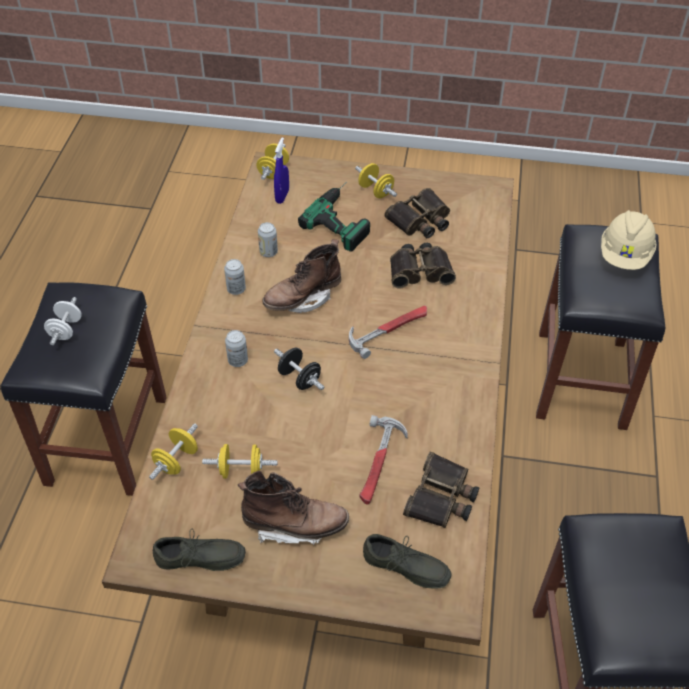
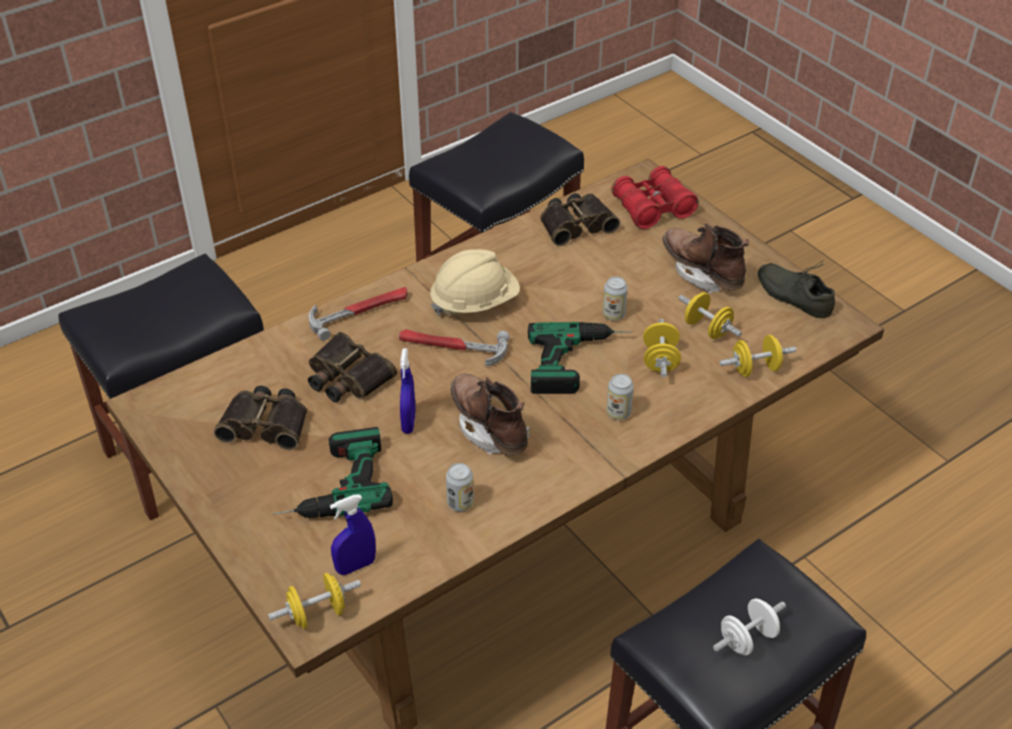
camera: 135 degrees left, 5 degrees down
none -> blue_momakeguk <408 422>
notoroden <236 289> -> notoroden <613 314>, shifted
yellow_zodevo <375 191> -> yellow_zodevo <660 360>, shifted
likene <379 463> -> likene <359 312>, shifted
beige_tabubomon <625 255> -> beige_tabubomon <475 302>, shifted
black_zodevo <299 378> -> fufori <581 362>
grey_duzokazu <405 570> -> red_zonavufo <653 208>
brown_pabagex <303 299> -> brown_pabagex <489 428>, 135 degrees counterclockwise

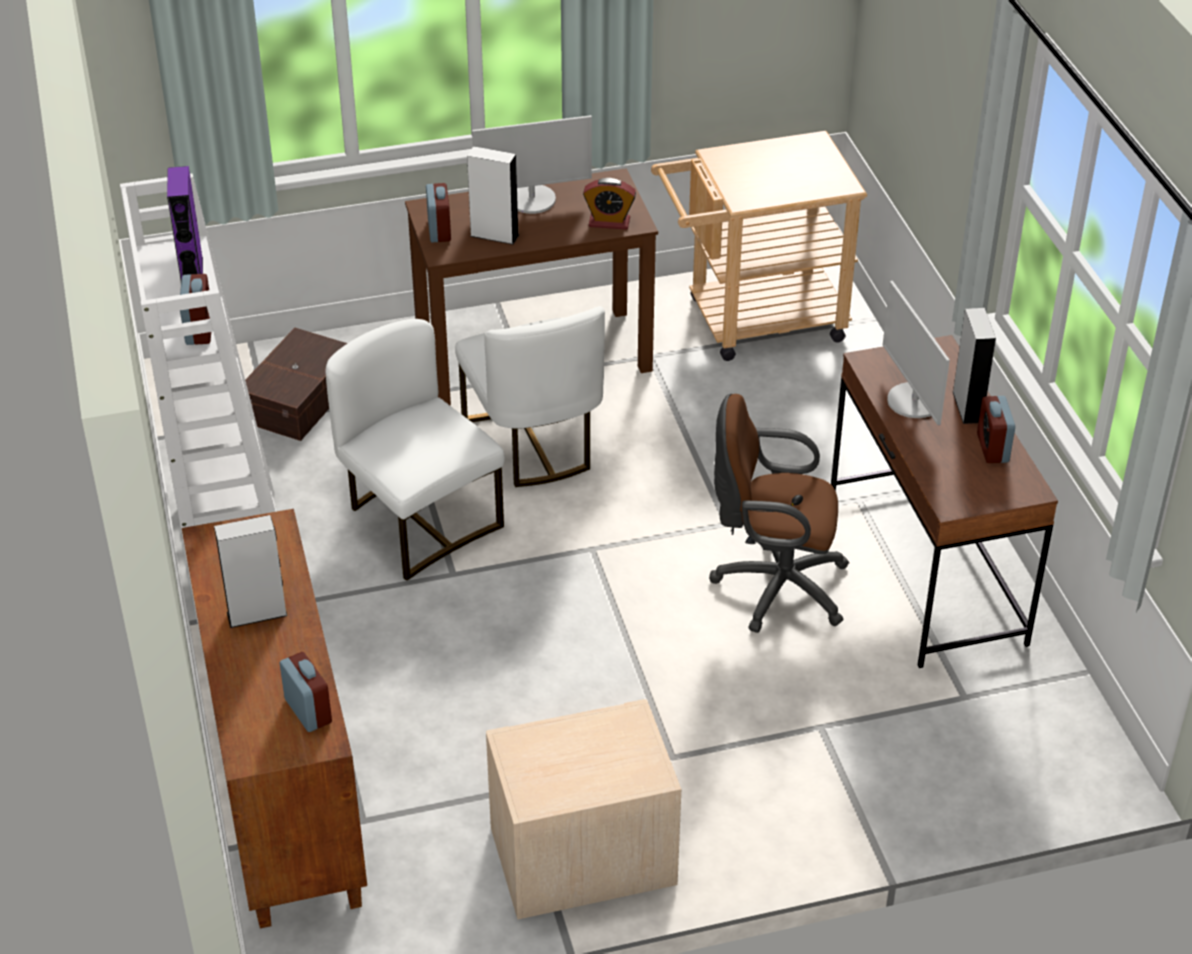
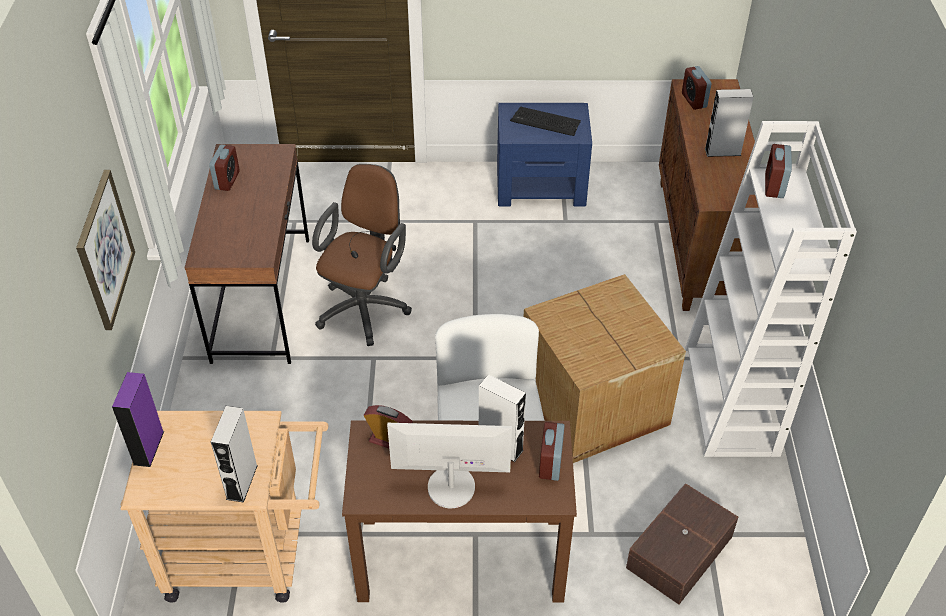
camera: 165 degrees left, 5 degrees up
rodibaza <914 401> -> none
none -> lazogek <104 250>
none -> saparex <545 122>
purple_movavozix <192 273> -> purple_movavozix <148 447>, shifted
grey_movavozix <967 406> -> grey_movavozix <242 482>, shifted
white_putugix <419 521> -> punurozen <593 405>
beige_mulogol <581 855> -> blue_mulogol <541 185>
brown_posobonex <774 587> -> brown_posobonex <366 306>, 90 degrees counterclockwise

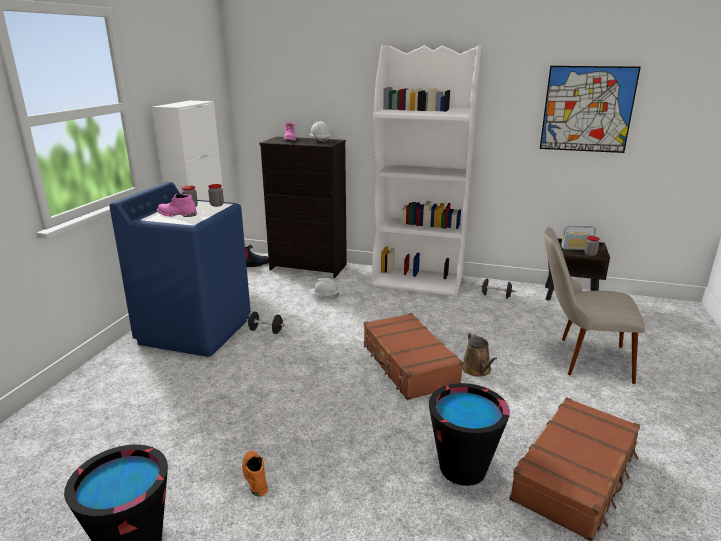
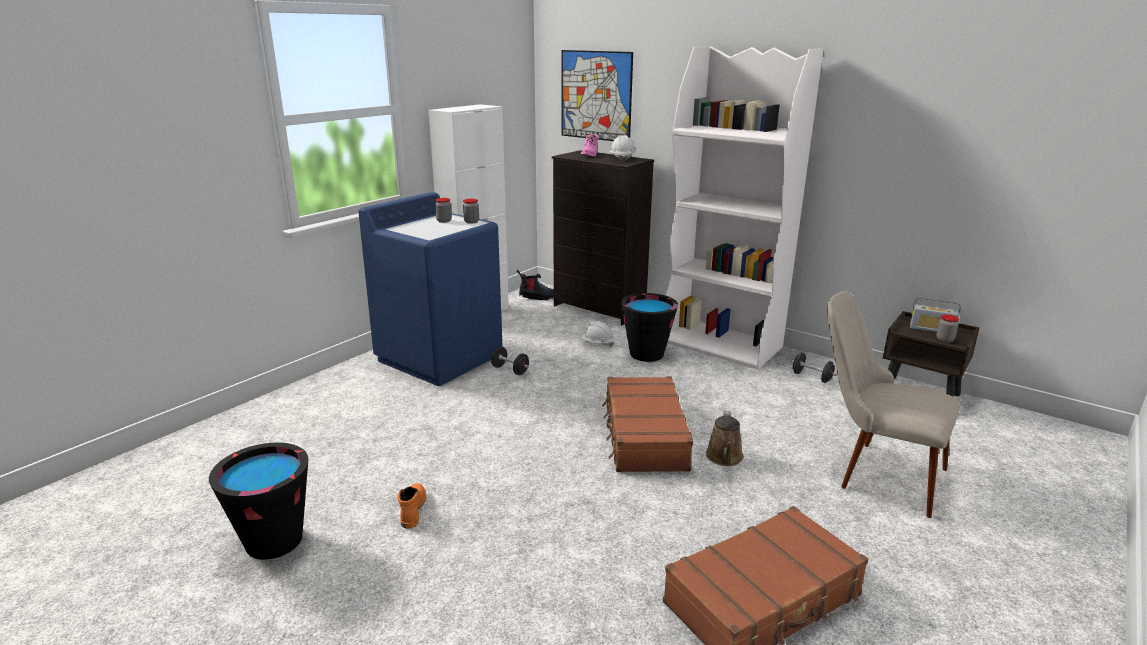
camera: 20 degrees right, 0 degrees up
pink_pabagex <176 214> -> none
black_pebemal <462 468> -> black_pebemal <646 354>, shifted
lazogek <587 109> -> lazogek <595 95>, shifted

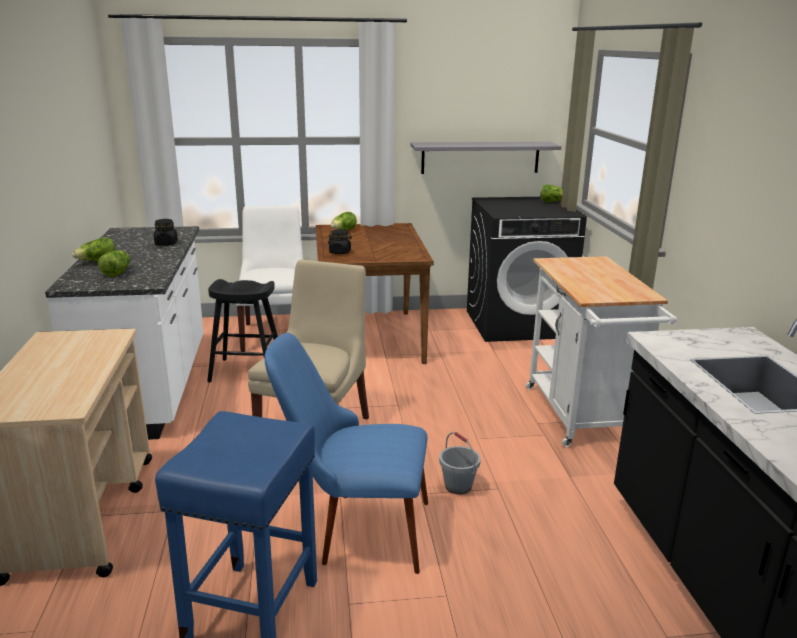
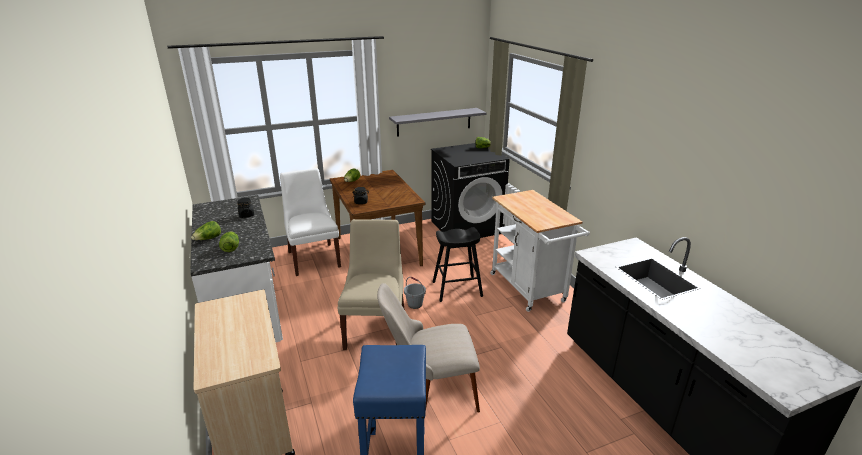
camera: 15 degrees left, 5 degrees up
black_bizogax <247 371> -> black_bizogax <457 289>, shifted
grey_pebemal <458 486> -> grey_pebemal <415 304>, shifted
blue_putugix <355 529> -> beige_putugix <430 391>

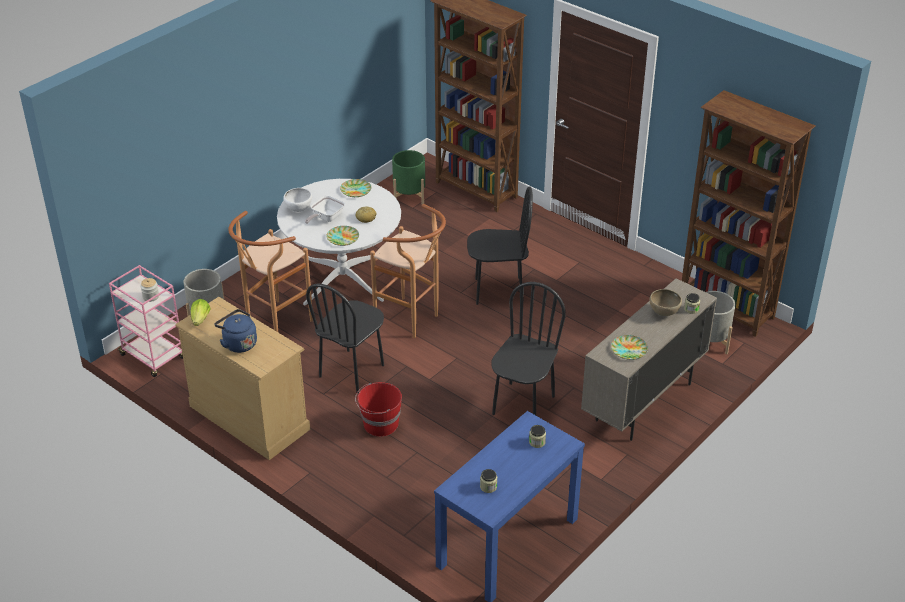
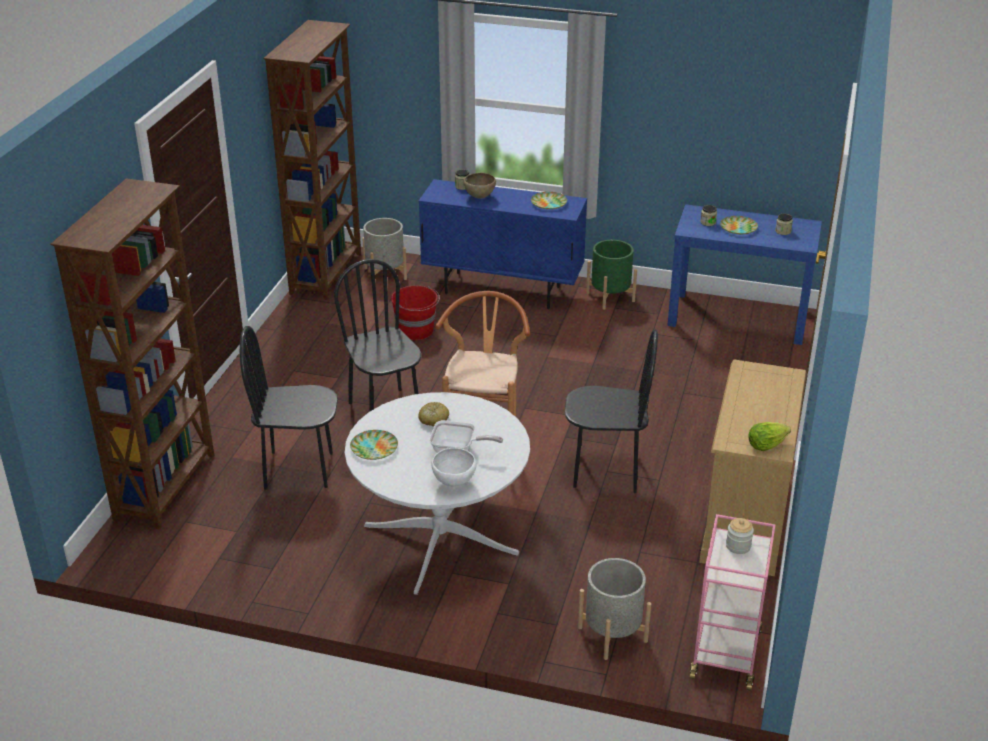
camera: 115 degrees left, 5 degrees down
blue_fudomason <238 343> -> none
brown_bizogax <274 325> -> none
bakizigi <342 238> -> bakizigi <739 228>, shifted
red_pebemal <380 425> -> red_pebemal <416 330>, shifted
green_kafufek <409 196> -> green_kafufek <610 297>, shifted
black_putugix <523 405> -> black_putugix <299 470>, shifted
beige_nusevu <643 402> -> blue_nusevu <502 291>

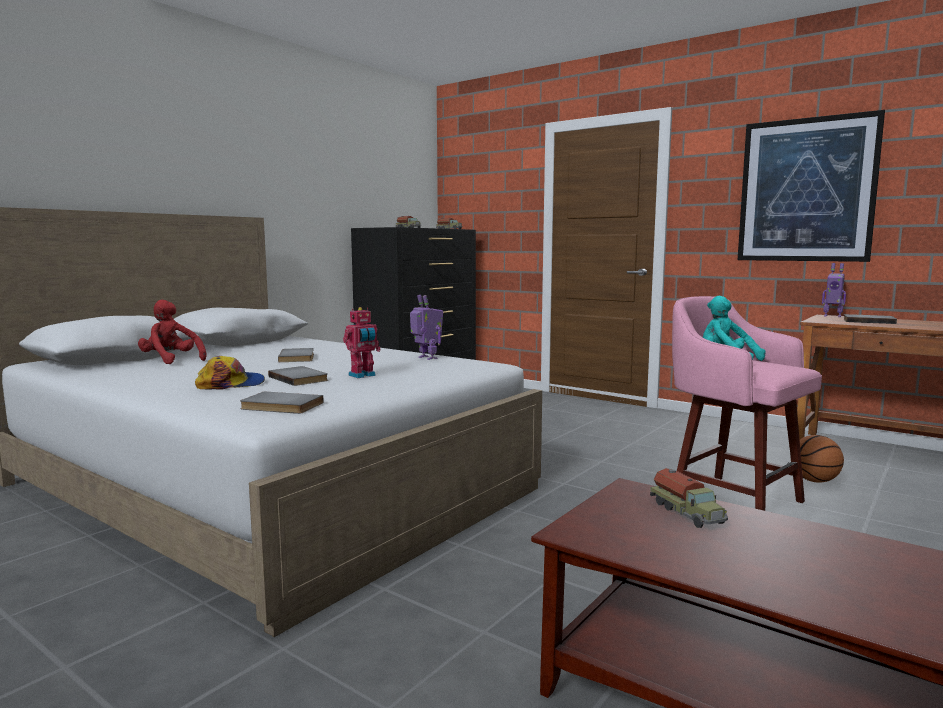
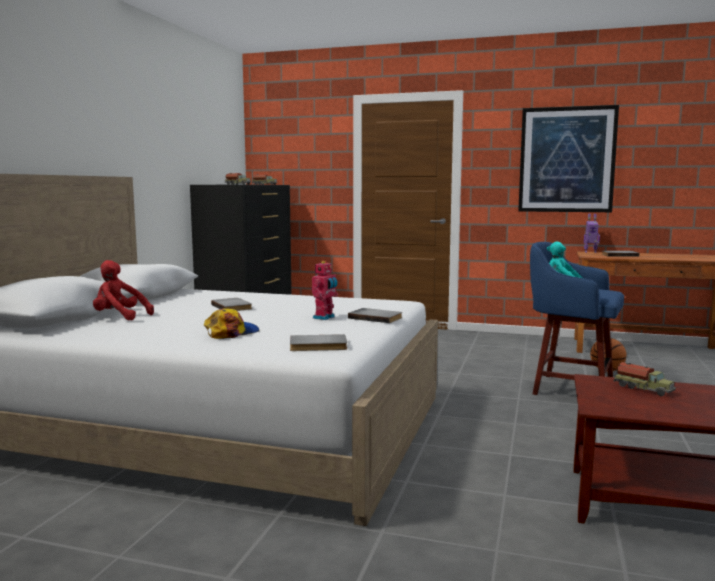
camera: 20 degrees left, 0 degrees up
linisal <426 358> -> none
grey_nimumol <300 378> -> grey_nimumol <376 317>, shifted
pink_bizogax <732 499> -> blue_bizogax <570 389>

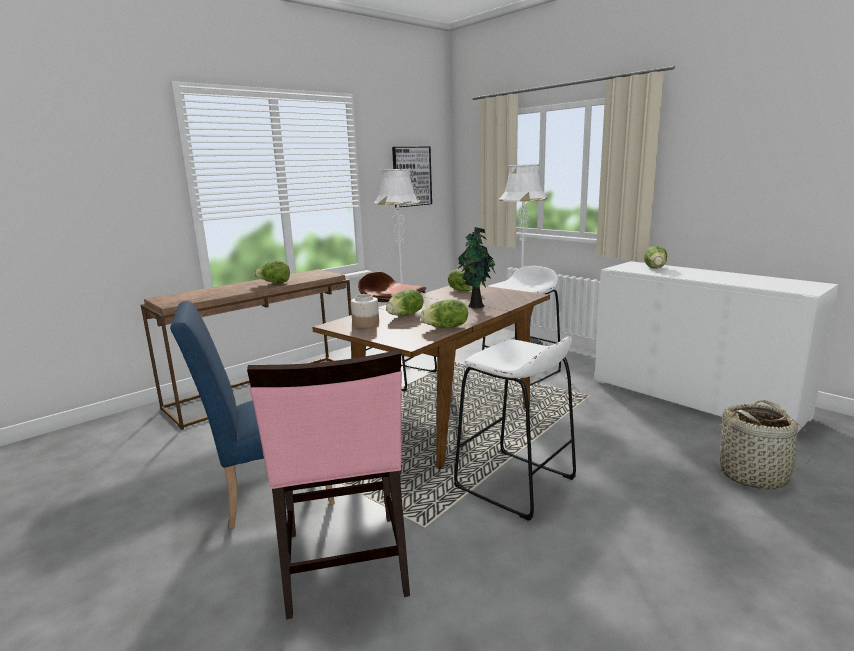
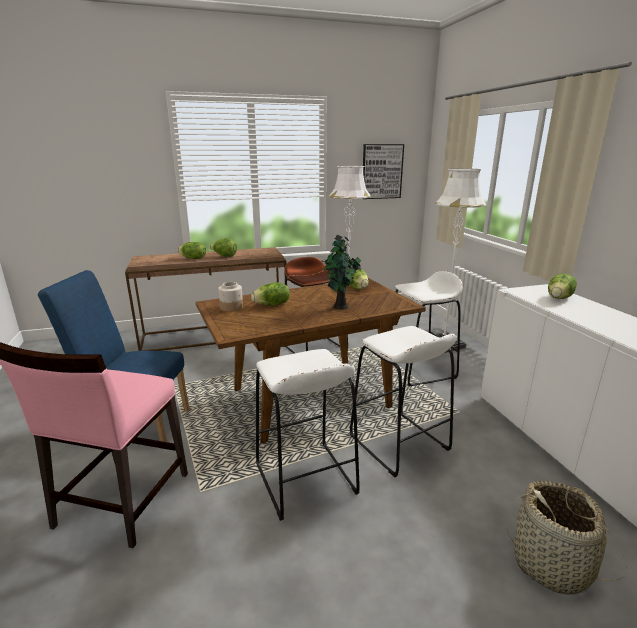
camera: 25 degrees right, 5 degrees up
none -> white_bizogax <398 443>
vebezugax <446 327> -> vebezugax <193 258>, shifted

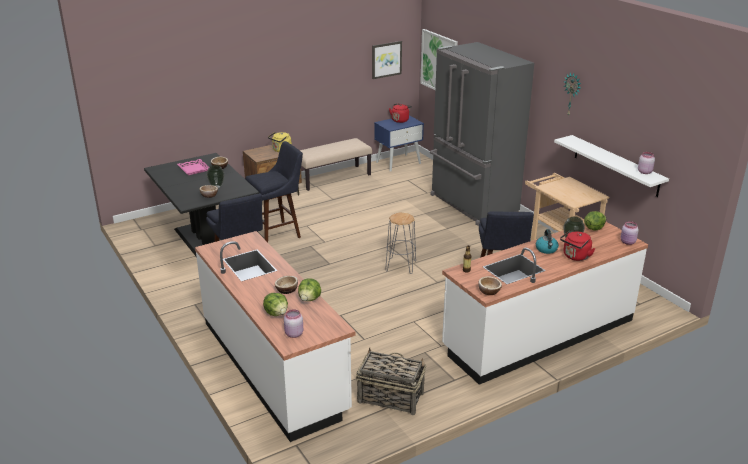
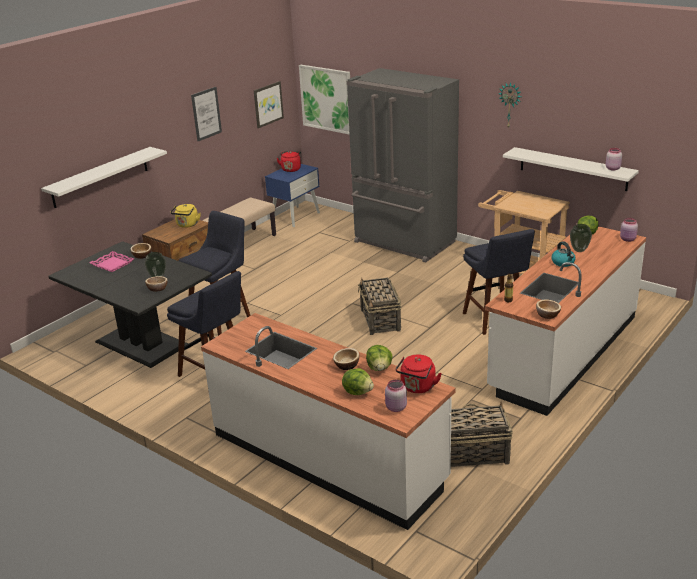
camera: 20 degrees left, 0 degrees up
none -> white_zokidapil <100 177>
none -> lazogek <206 114>
red_fudomason <575 257> -> red_fudomason <417 387>, shifted
grey_bizogax <400 266> -> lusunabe <380 320>

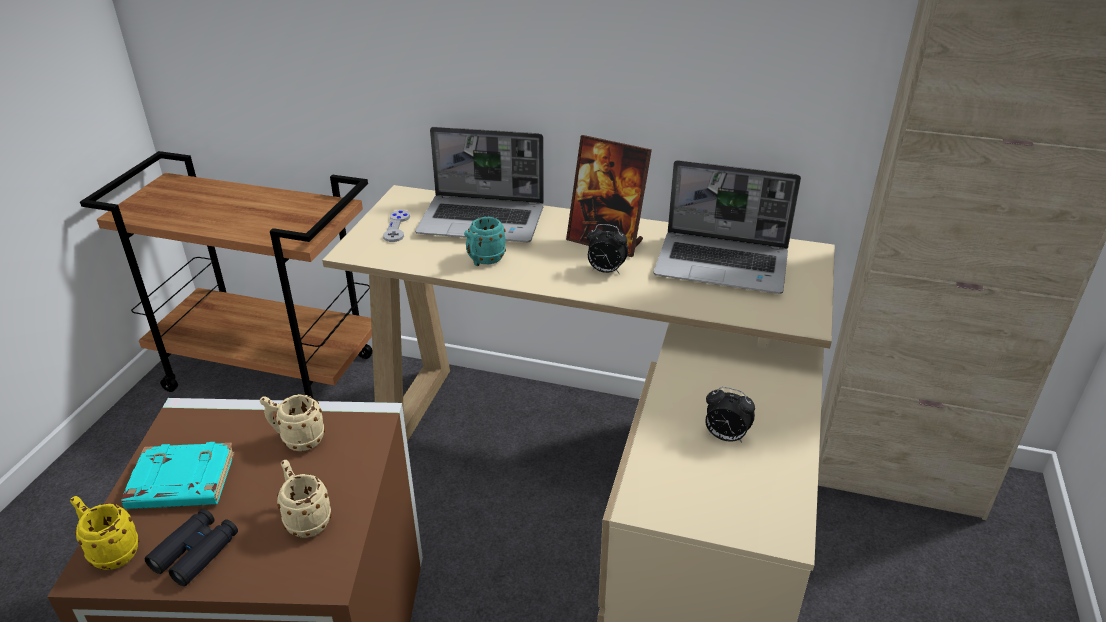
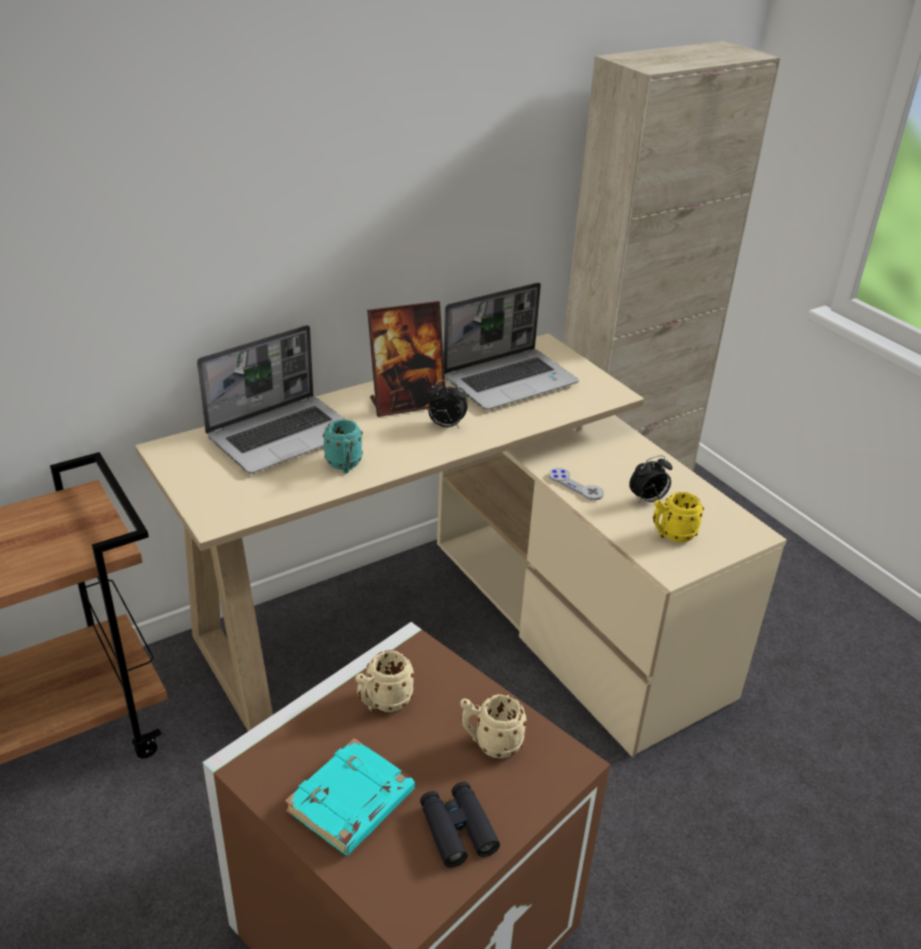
camera: 50 degrees left, 0 degrees up
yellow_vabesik <110 551> -> yellow_vabesik <671 535>, shifted
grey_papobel <397 227> -> grey_papobel <575 485>, shifted
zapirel <605 271> -> zapirel <445 425>, 45 degrees clockwise

